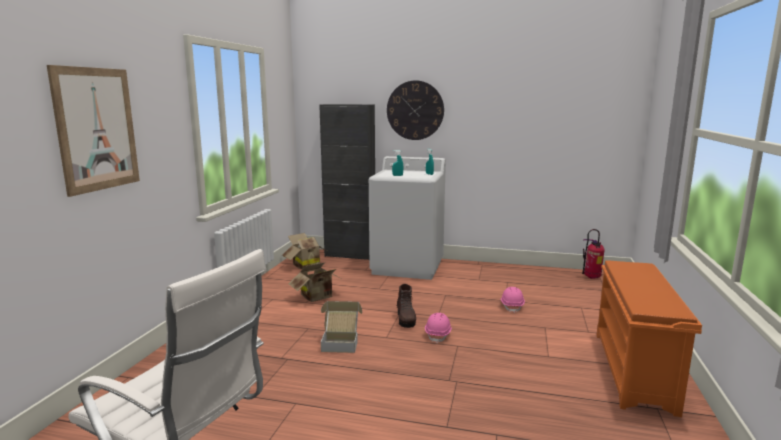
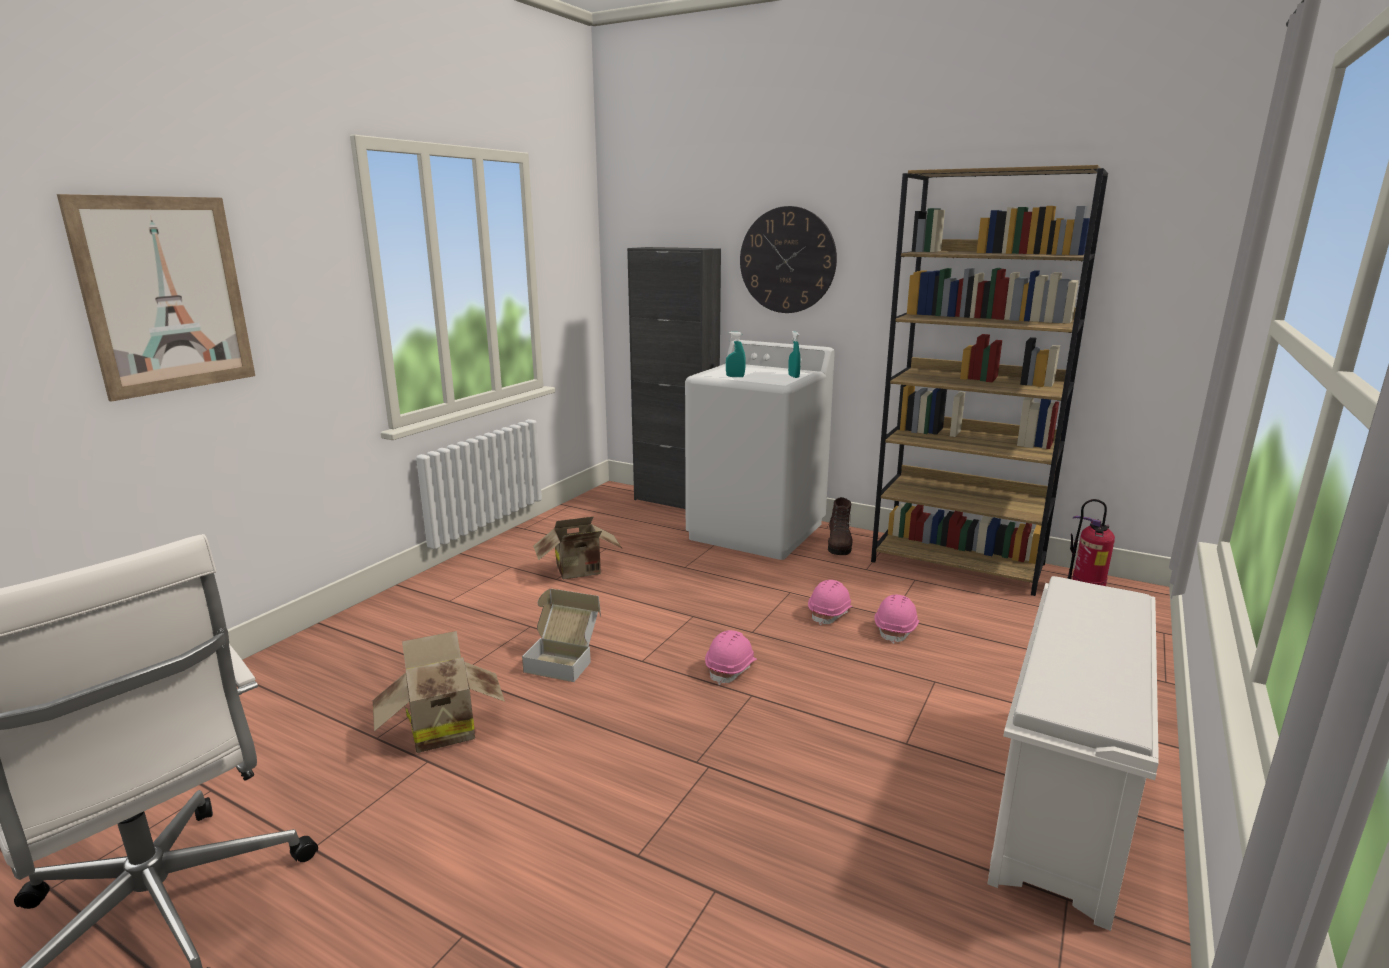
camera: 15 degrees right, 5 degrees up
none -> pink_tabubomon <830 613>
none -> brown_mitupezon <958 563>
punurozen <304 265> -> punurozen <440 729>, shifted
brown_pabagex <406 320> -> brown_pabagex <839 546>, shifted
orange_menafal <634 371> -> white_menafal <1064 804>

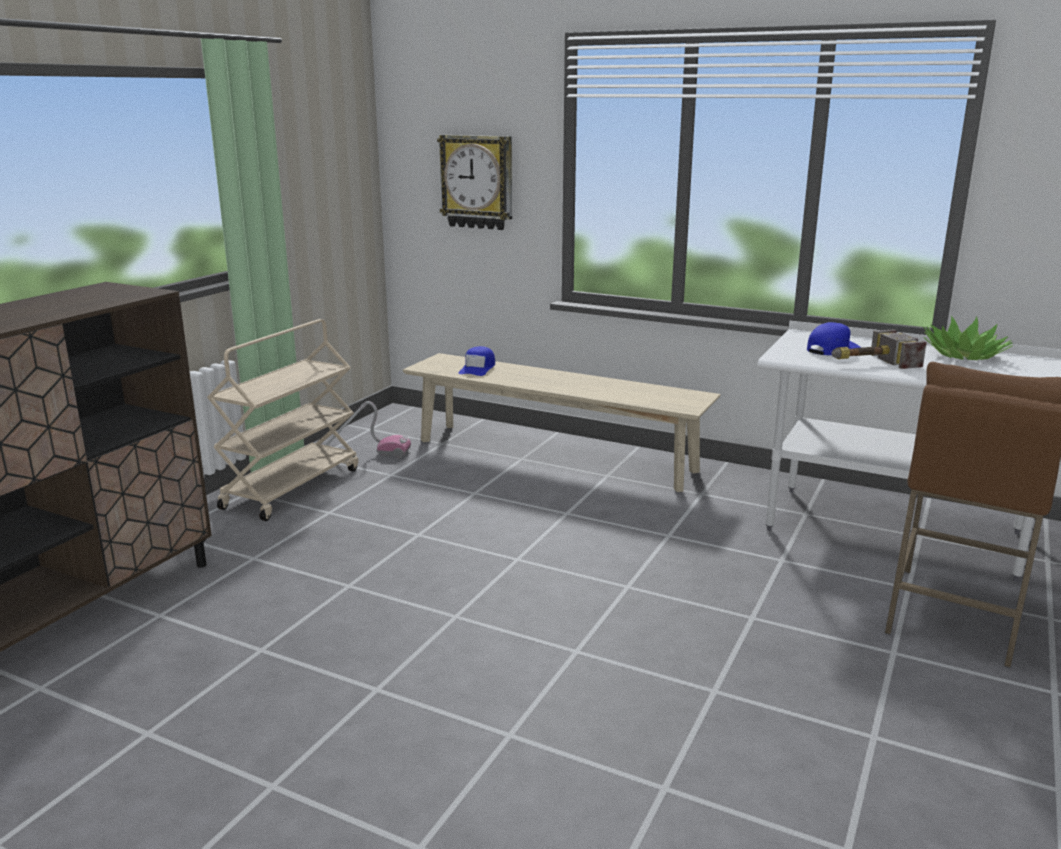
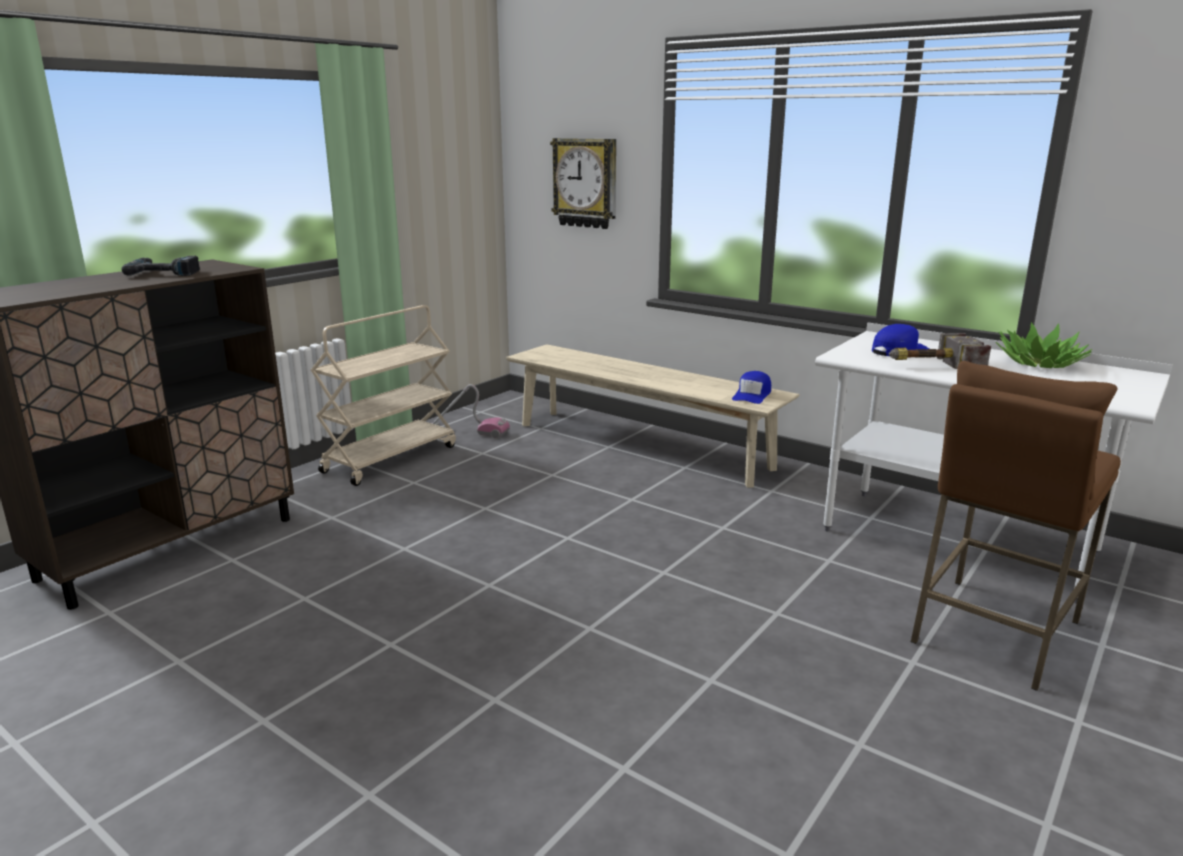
camera: 10 degrees right, 0 degrees up
none -> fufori <165 273>
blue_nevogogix <478 368> -> blue_nevogogix <752 395>, shifted

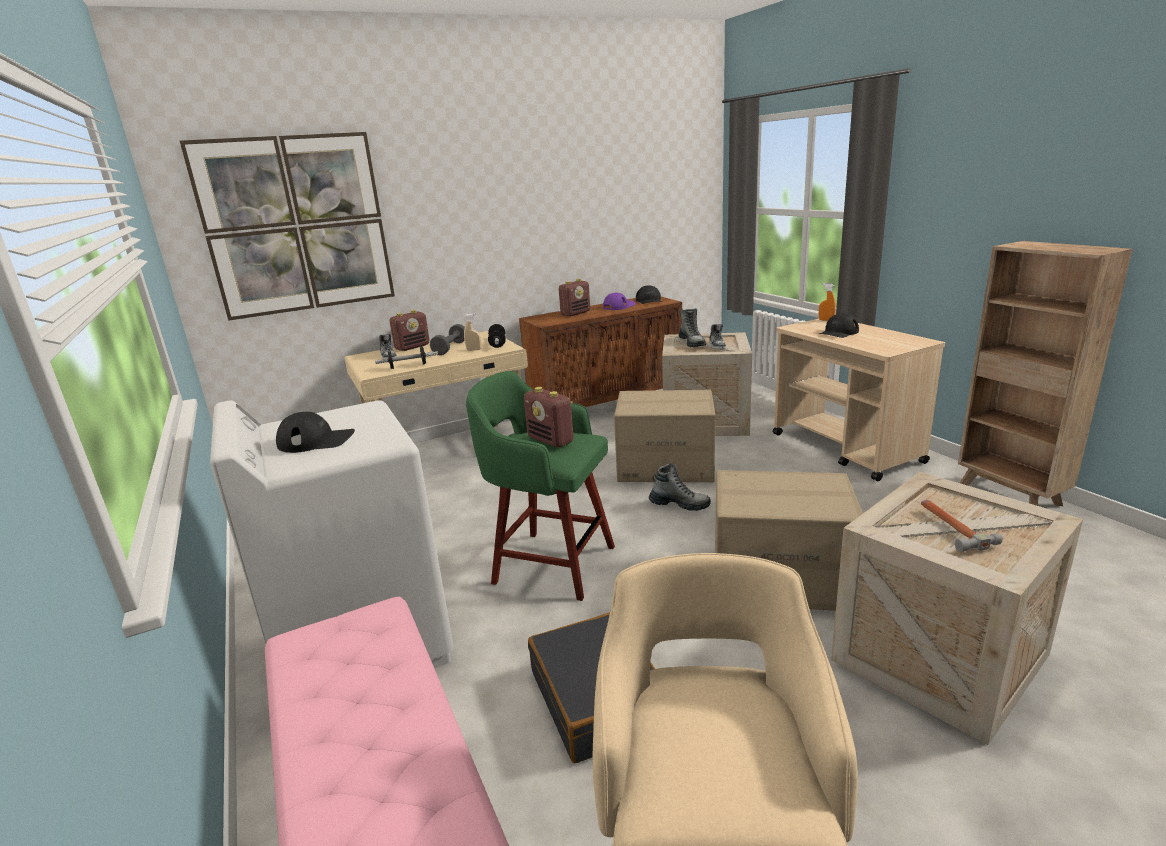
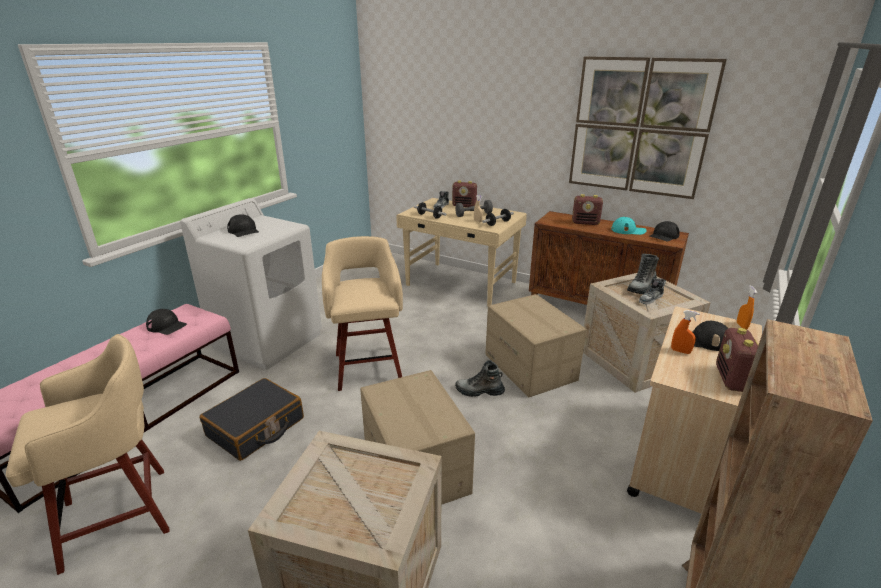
camera: 55 degrees right, 5 degrees up
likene <951 527> -> none
none -> black_nevogogix <167 326>
none -> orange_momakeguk <680 351>
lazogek <297 225> -> lazogek <639 127>, shifted
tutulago <551 440> -> tutulago <732 379>, shifted
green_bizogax <550 563> -> beige_bizogax <368 366>
purple_nevogogix <619 306> -> turquoise_nevogogix <628 230>
pabagex <679 504> -> pabagex <479 391>, 120 degrees clockwise

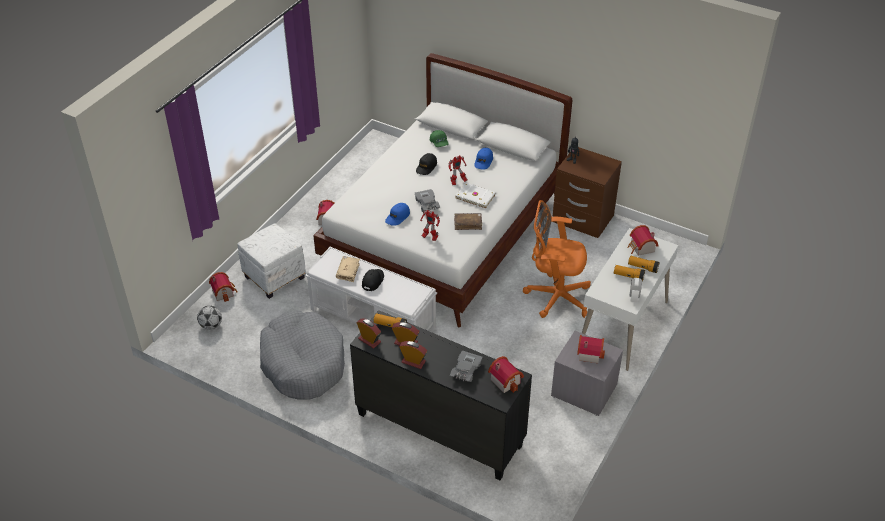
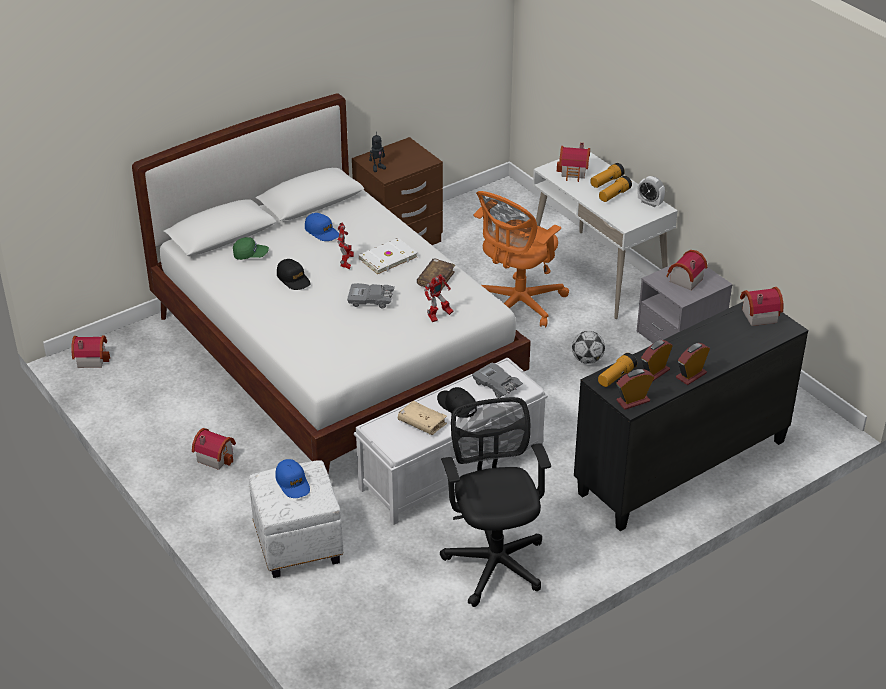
camera: 65 degrees left, 5 degrees down
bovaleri <211 325> -> bovaleri <587 360>, shifted
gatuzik <224 292> -> gatuzik <91 358>, shifted
blue_nevogogix <397 217> -> blue_nevogogix <293 483>, shifted
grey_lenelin <465 370> -> grey_lenelin <497 385>, shifted
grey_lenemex <303 363> -> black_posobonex <494 560>

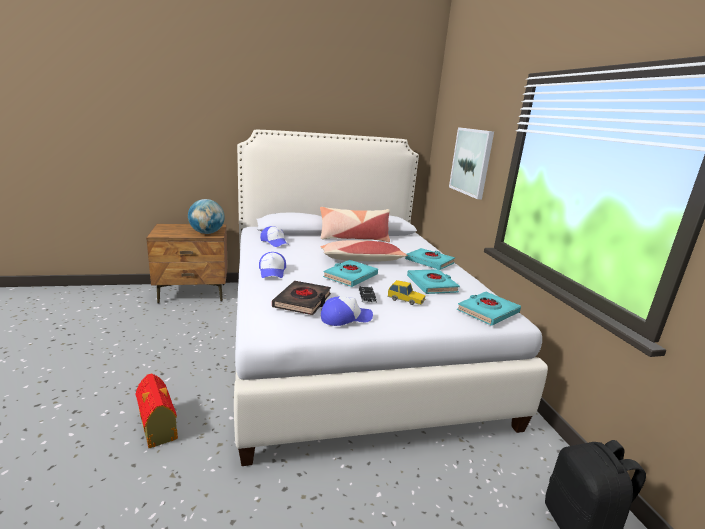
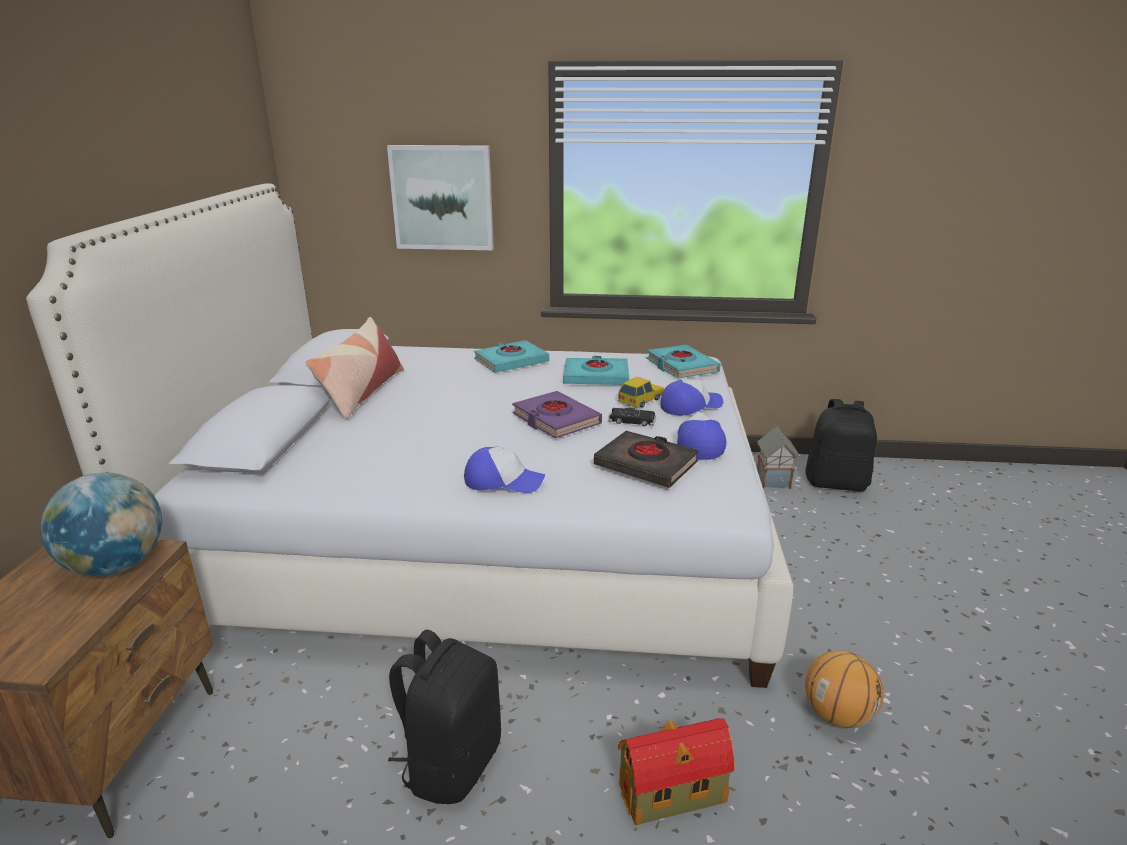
camera: 70 degrees left, 5 degrees up
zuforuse <361 260> -> none
none -> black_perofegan <451 763>
none -> gatuzik <772 481>
none -> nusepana <837 715>
nevogogix <275 242> -> nevogogix <690 406>, shifted
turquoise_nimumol <350 276> -> purple_nimumol <556 420>

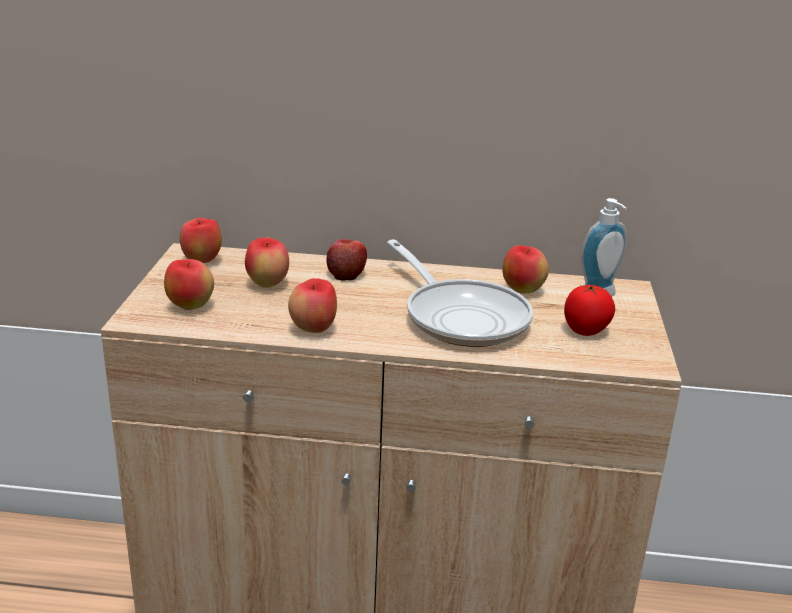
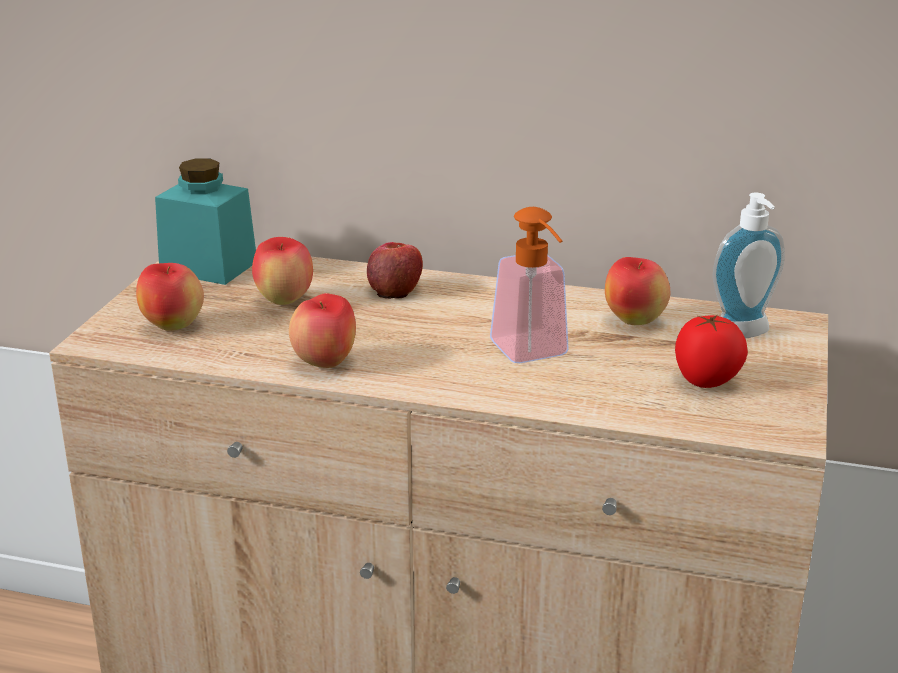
camera: 10 degrees right, 0 degrees up
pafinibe <202 261> -> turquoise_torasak <208 267>
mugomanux <461 317> -> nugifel <534 354>

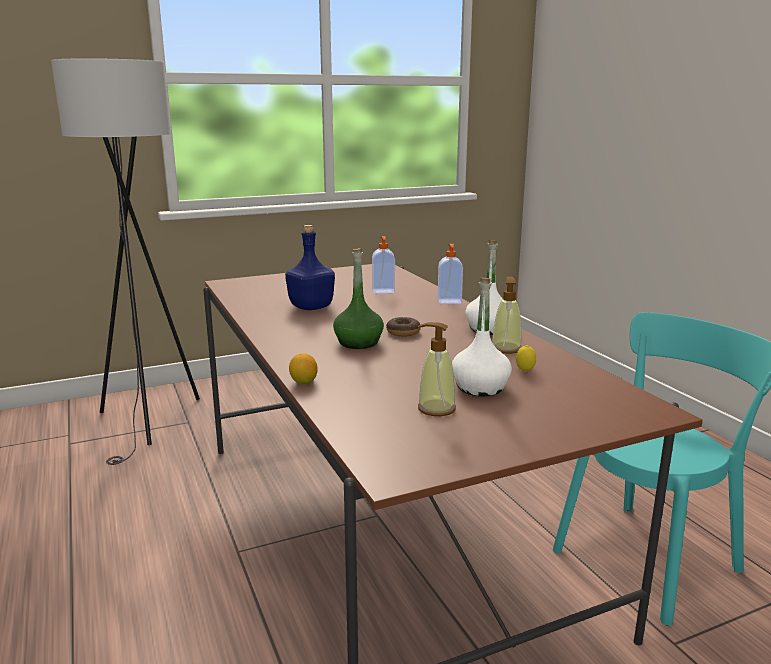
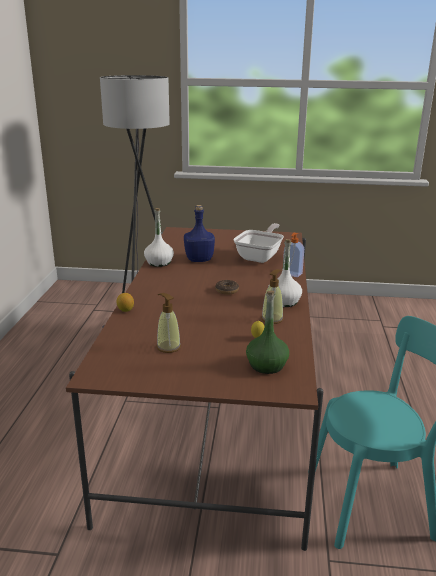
camera: 30 degrees right, 5 degrees up
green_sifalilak <358 343> -> green_sifalilak <266 365>, shifted
white_sifalilak <480 387> -> white_sifalilak <159 262>, shifted
nugifel <383 291> -> mugomanux <260 256>

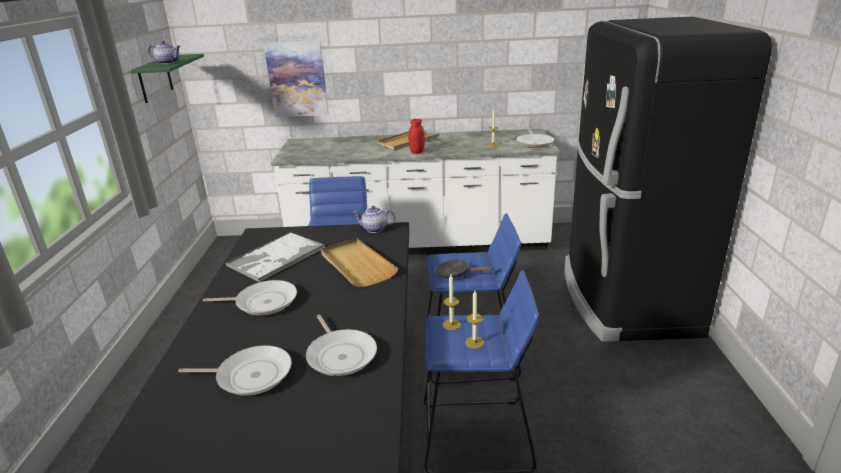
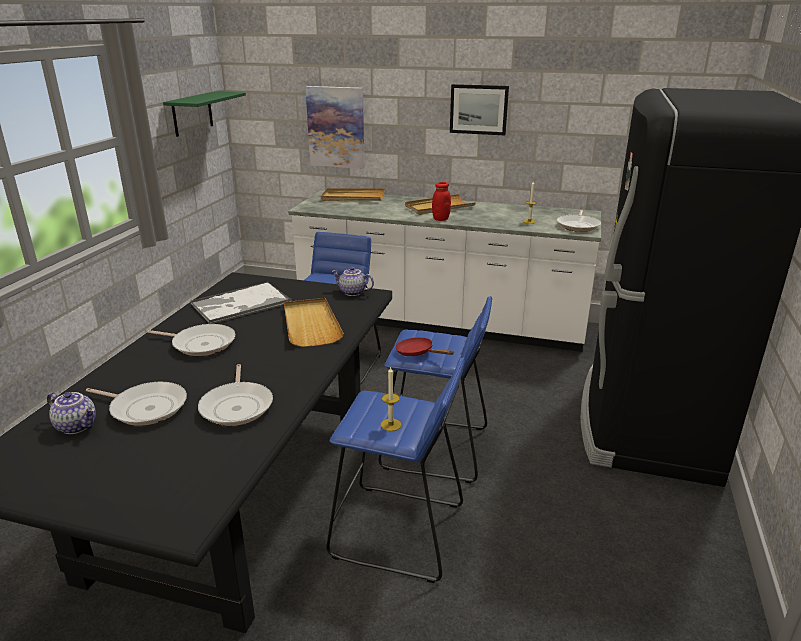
camera: 15 degrees right, 0 degrees up
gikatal <451 324> -> none
none -> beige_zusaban <353 197>
none -> lazogek <478 109>
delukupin <168 63> -> delukupin <77 426>, shifted
black_mugomanux <456 274> -> red_mugomanux <418 353>

